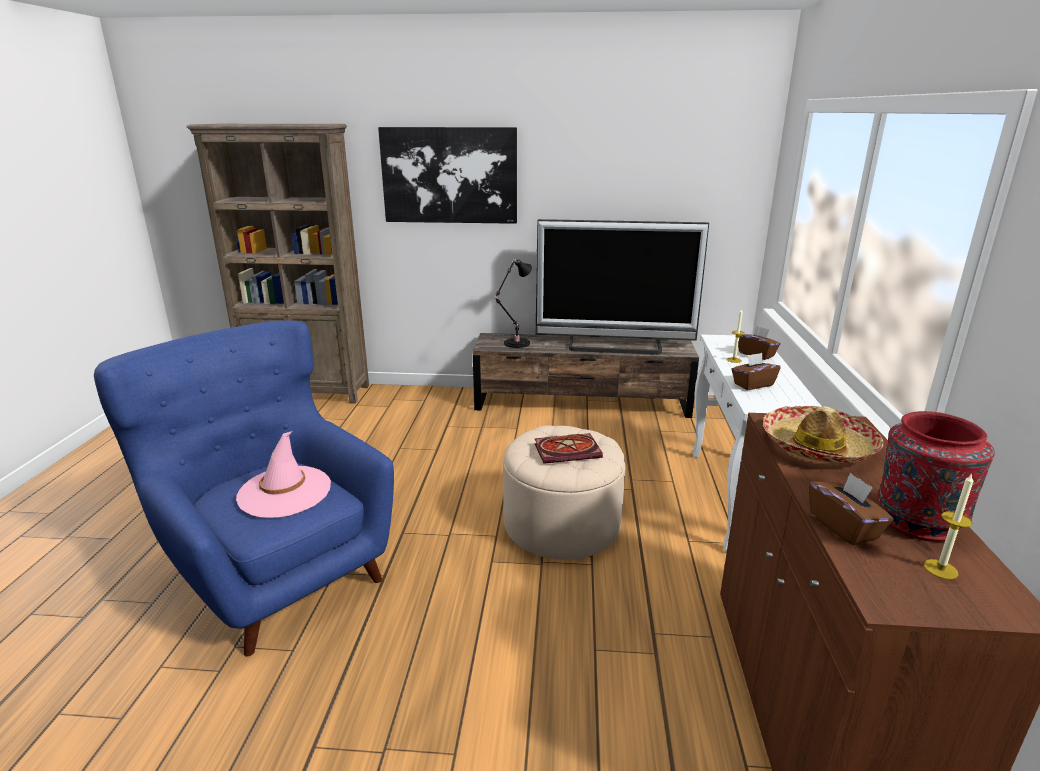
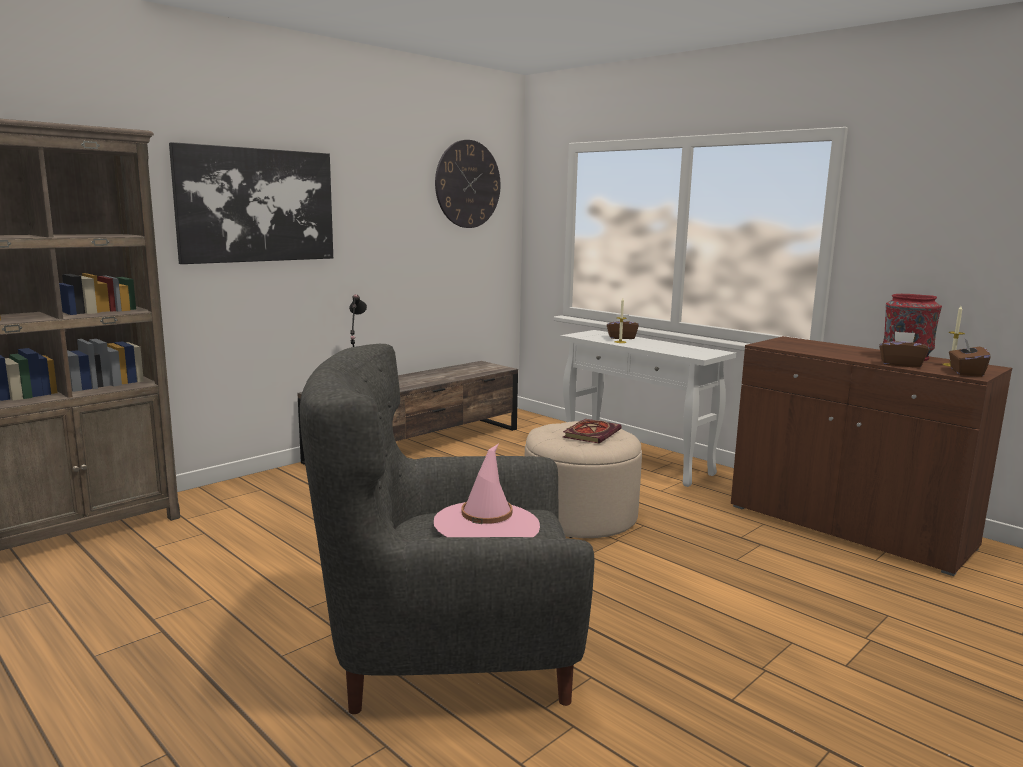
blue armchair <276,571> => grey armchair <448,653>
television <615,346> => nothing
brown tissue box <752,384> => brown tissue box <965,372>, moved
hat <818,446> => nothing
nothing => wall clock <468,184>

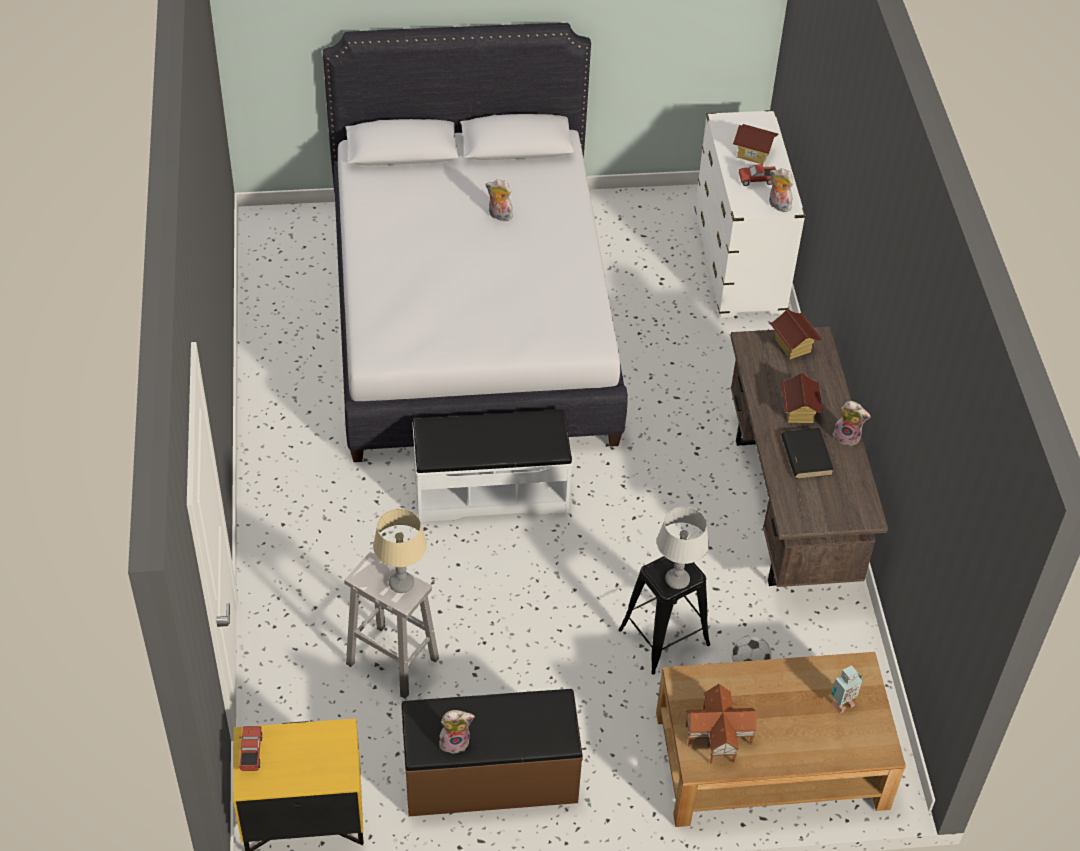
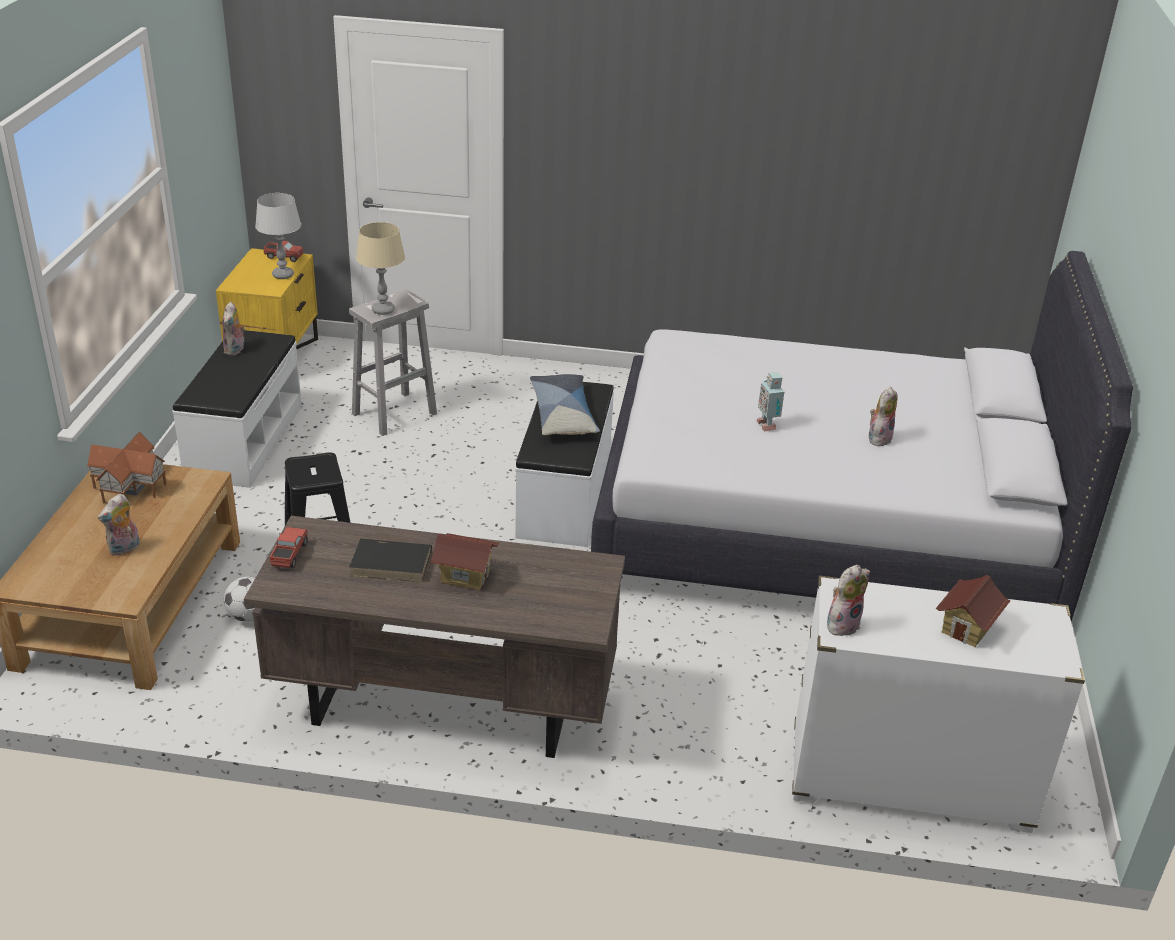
brown bench <490,778> => white bench <244,441>
grey table lamp <677,580> => grey table lamp <283,275>, moved
toy truck <757,180> => toy truck <289,555>, moved
toy house <792,346> => nothing
toy robot <841,703> => toy robot <767,425>, moved
plush toy <847,437> => plush toy <124,549>, moved
nothing => pillow <563,415>

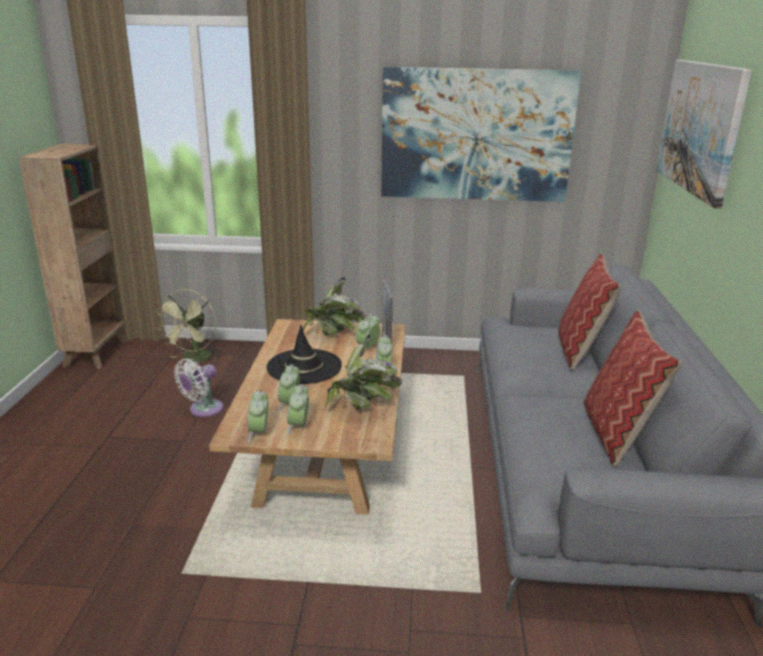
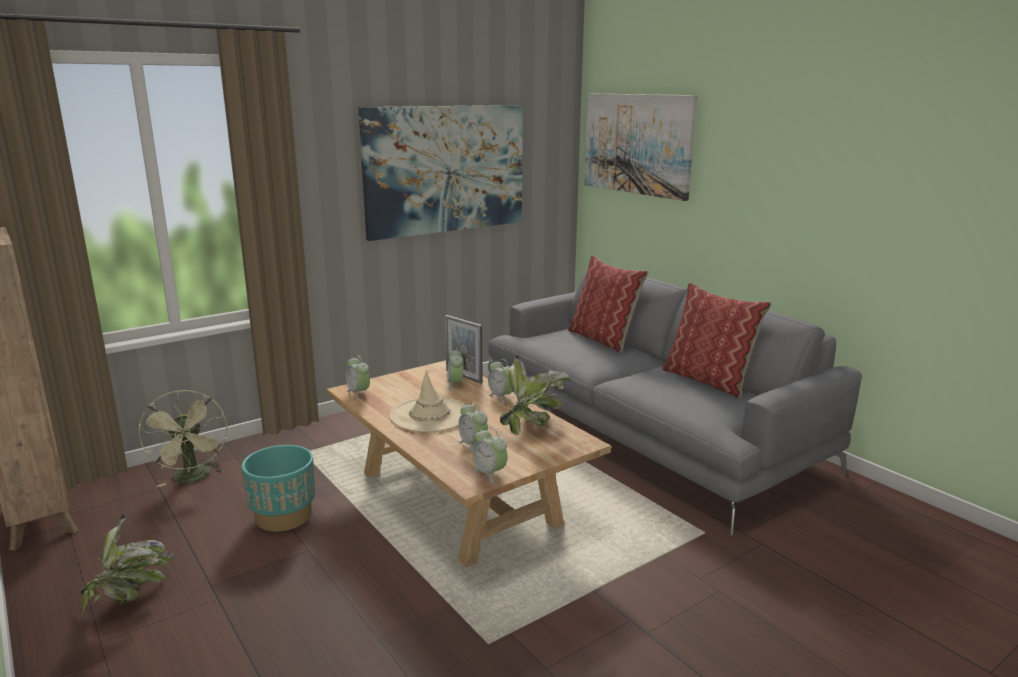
white fan <203,410> => turquoise planter <284,517>
black hat <304,367> => beige hat <430,415>
alarm clock <299,426> => alarm clock <358,393>, moved
potted plant <333,335> => potted plant <129,598>, moved

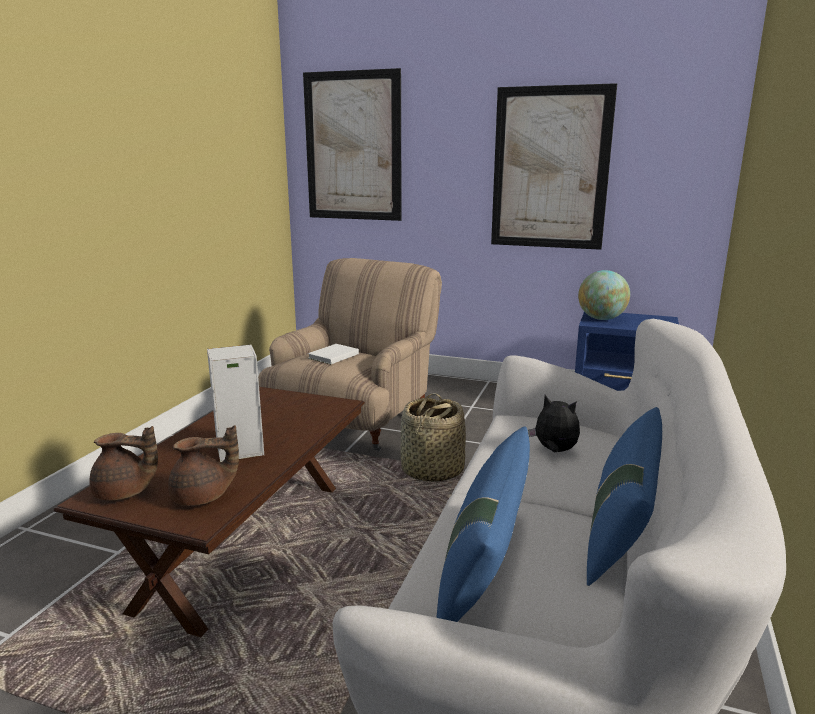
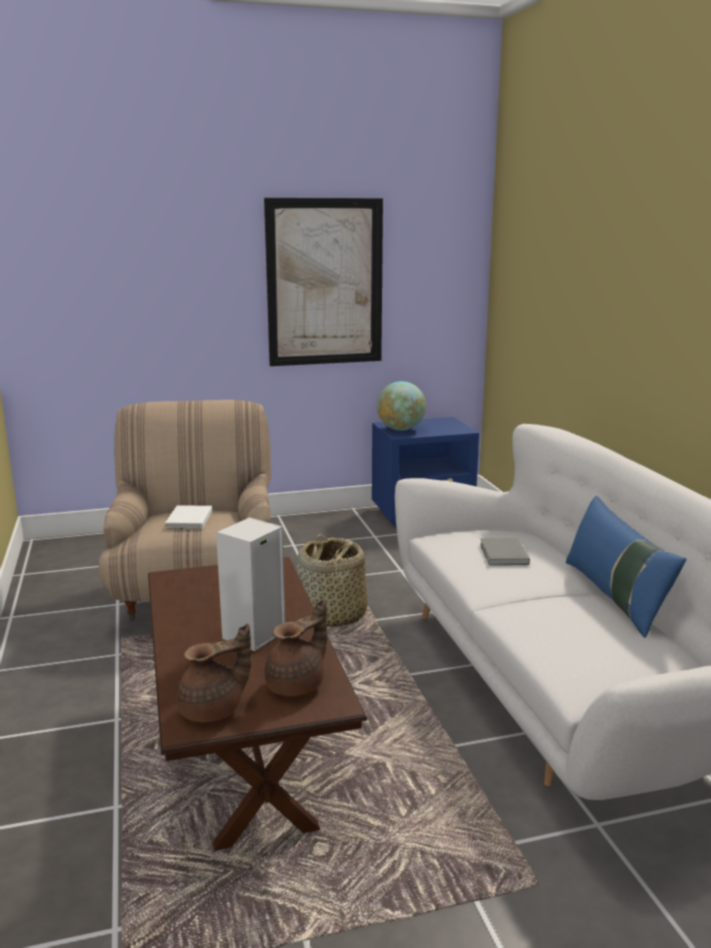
picture <353,147> => nothing
blue pillow <484,567> => nothing
plush toy <554,451> => grey book <503,554>

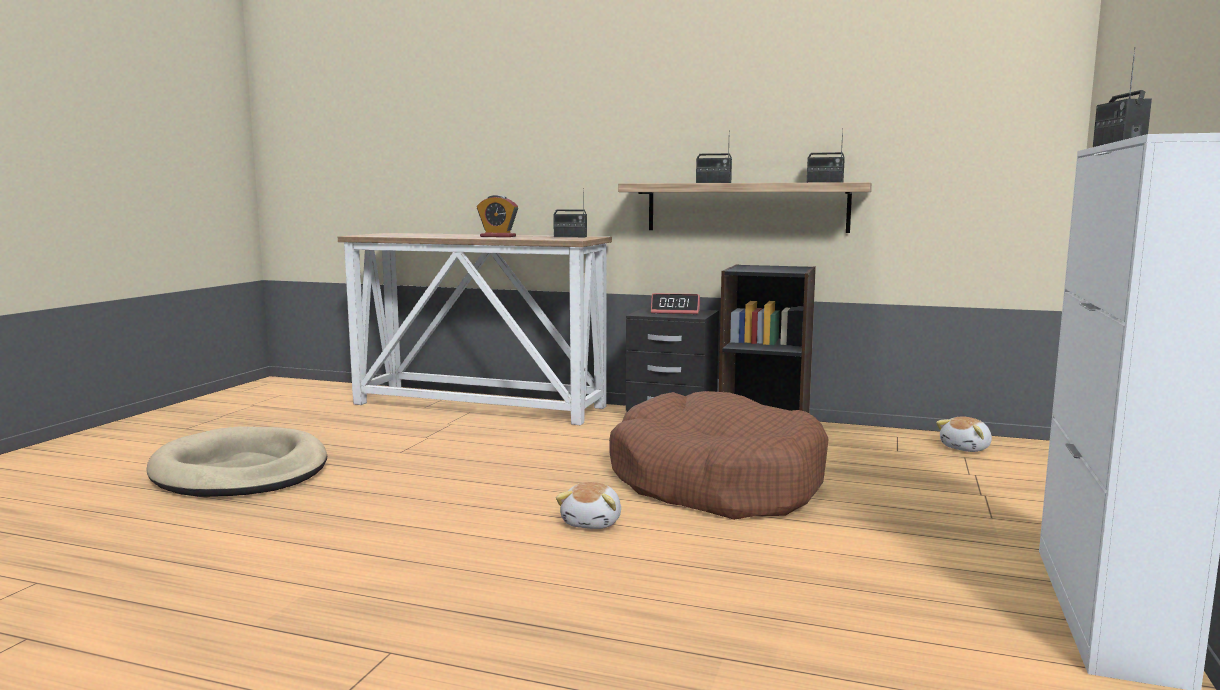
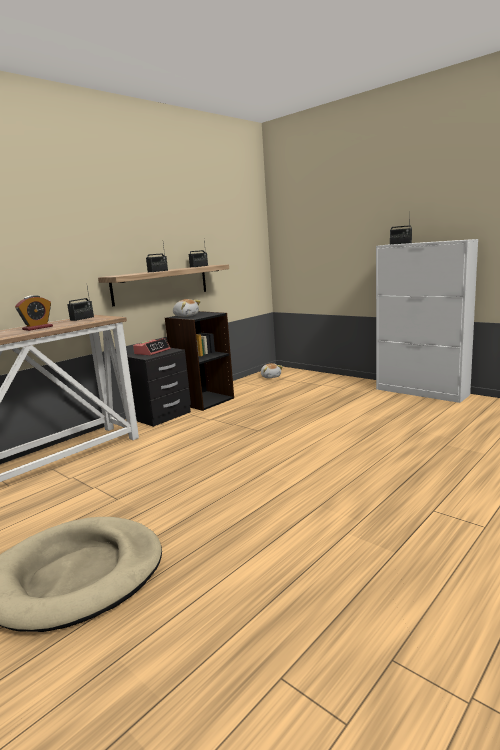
plush toy <593,522> => plush toy <186,316>, moved
brown dog bed <715,482> => nothing

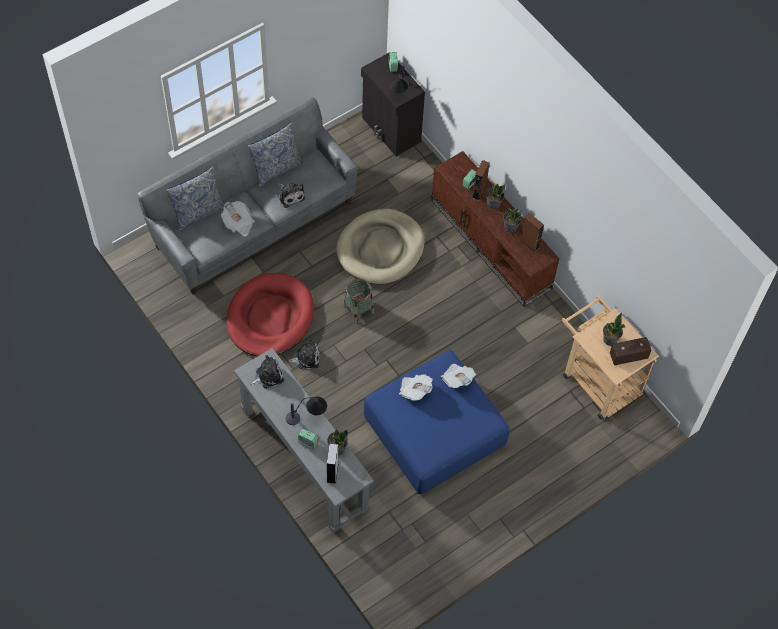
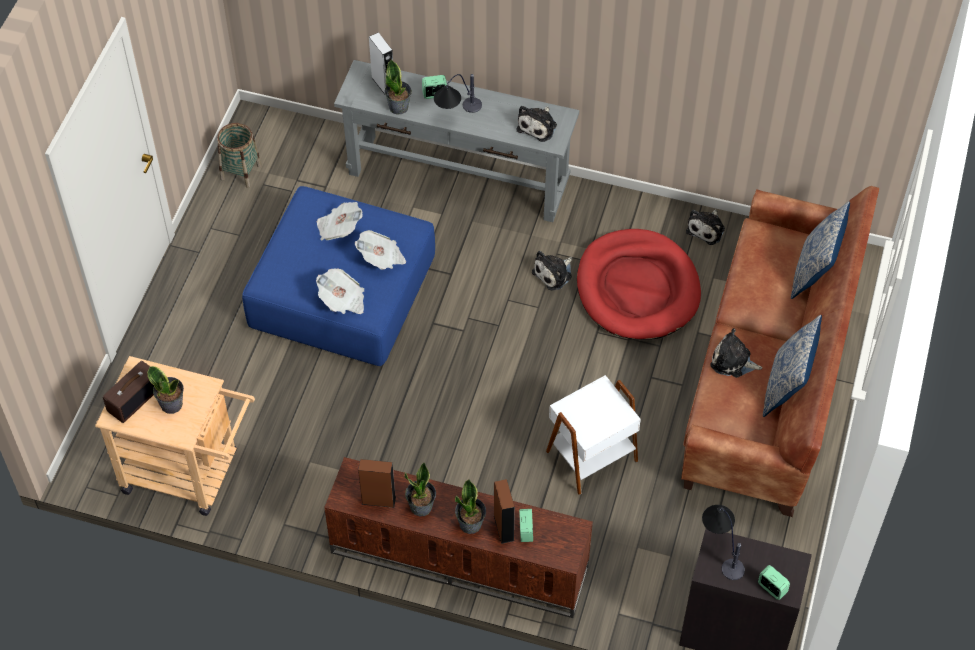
grey sofa <254,224> => brown sofa <768,379>
newspaper <238,223> => newspaper <339,229>, moved
beige dog bed <380,249> => white side table <590,455>
basket <358,309> => basket <241,172>, moved
nothing => plush toy <707,229>

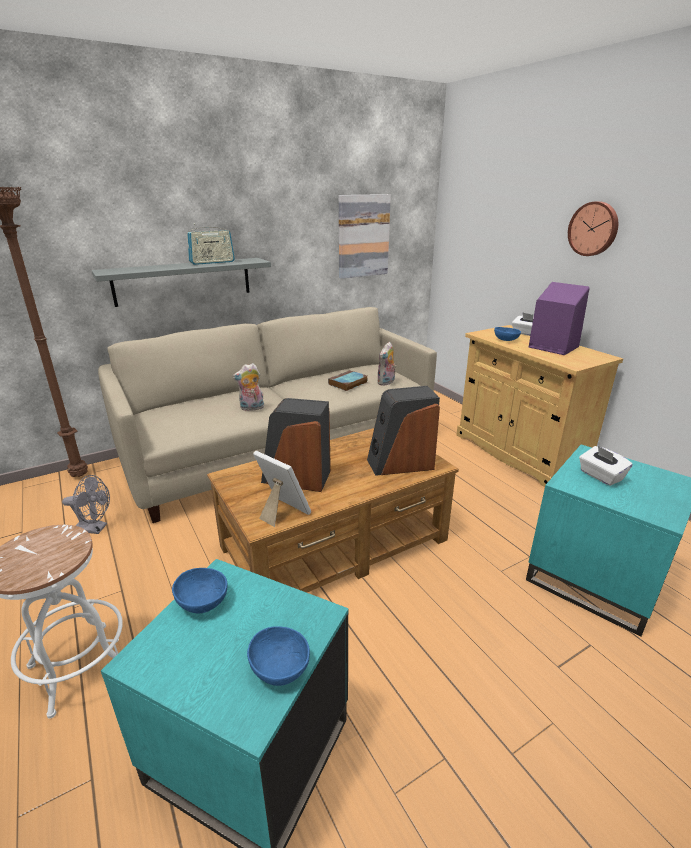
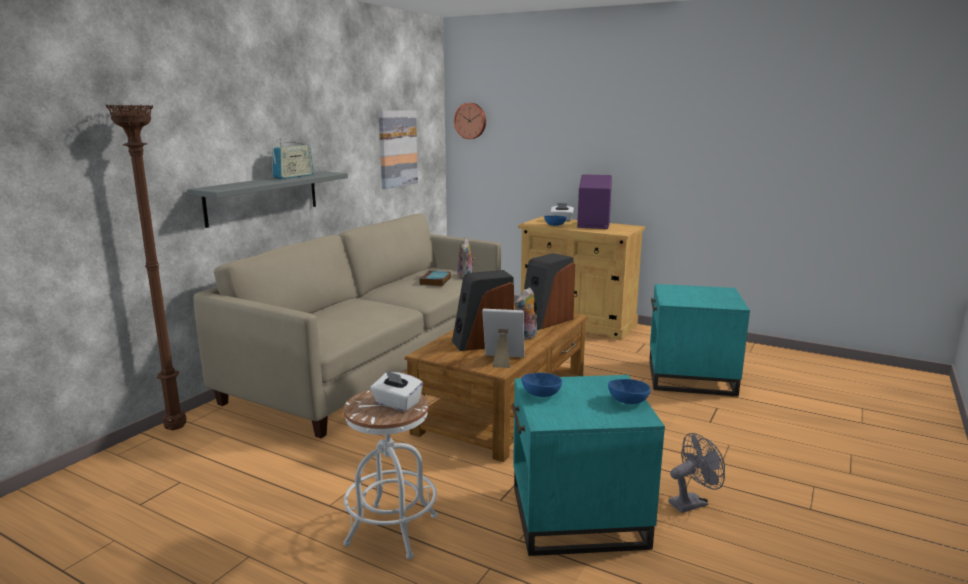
grey fan <95,528> => grey fan <692,502>, moved
plush toy <251,408> => plush toy <526,337>, moved
wall clock <594,229> => wall clock <470,121>, moved
white tissue box <600,476> => white tissue box <397,404>, moved

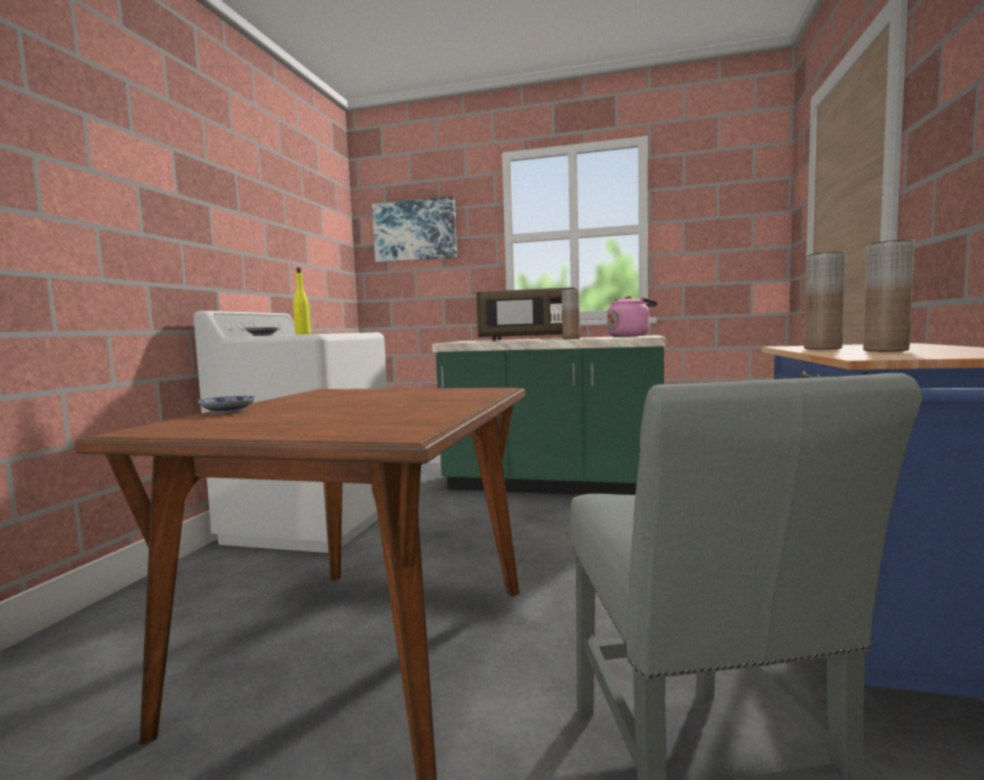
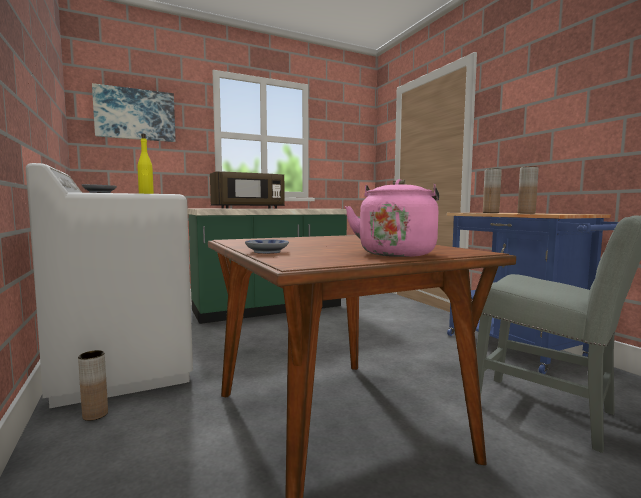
brown vase <571,338> => brown vase <95,414>, moved
pink kettle <630,336> => pink kettle <397,253>, moved

